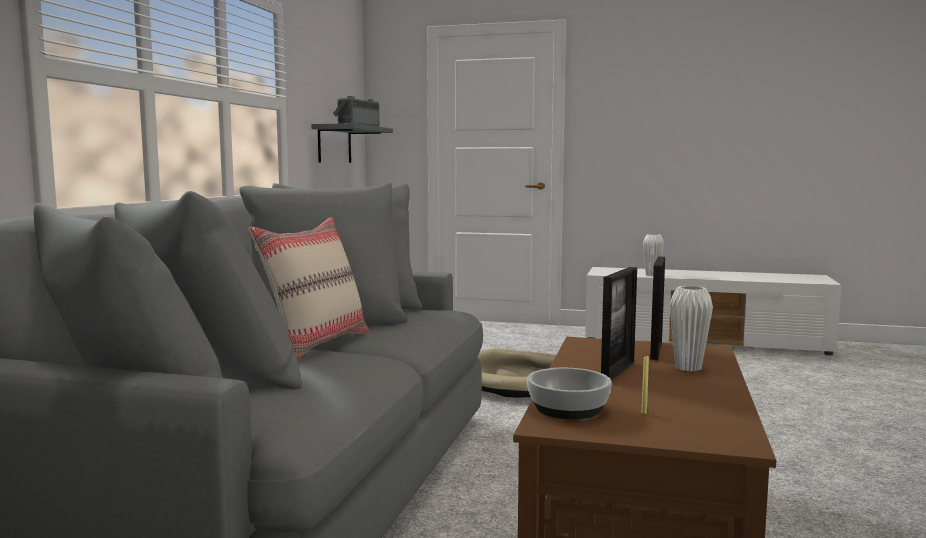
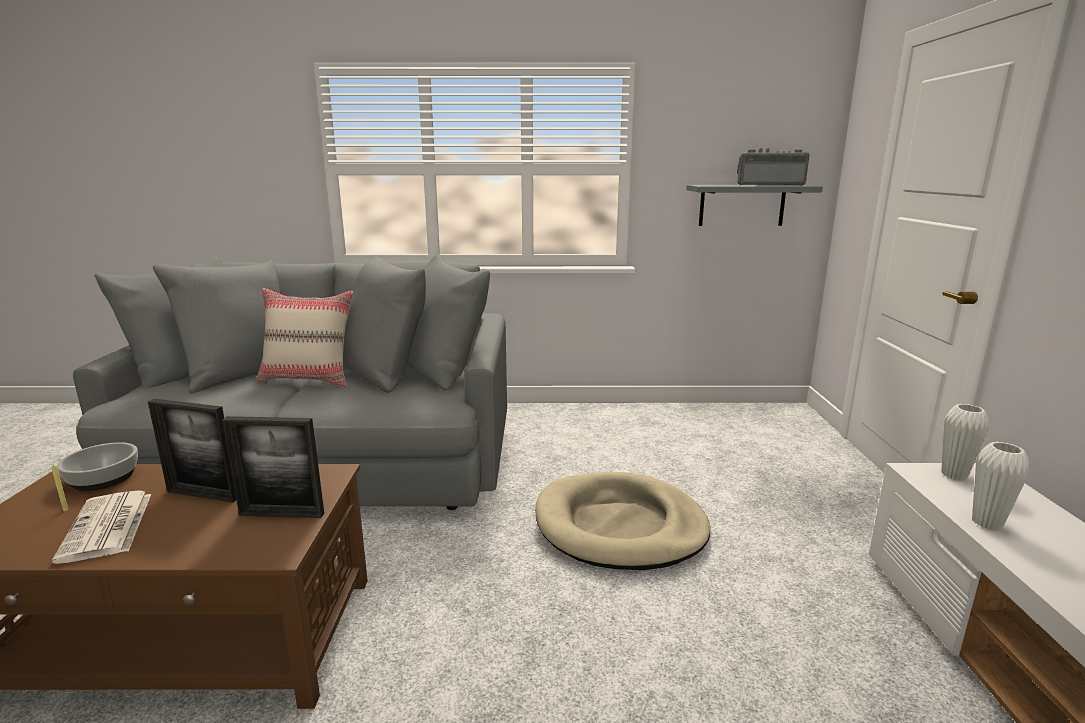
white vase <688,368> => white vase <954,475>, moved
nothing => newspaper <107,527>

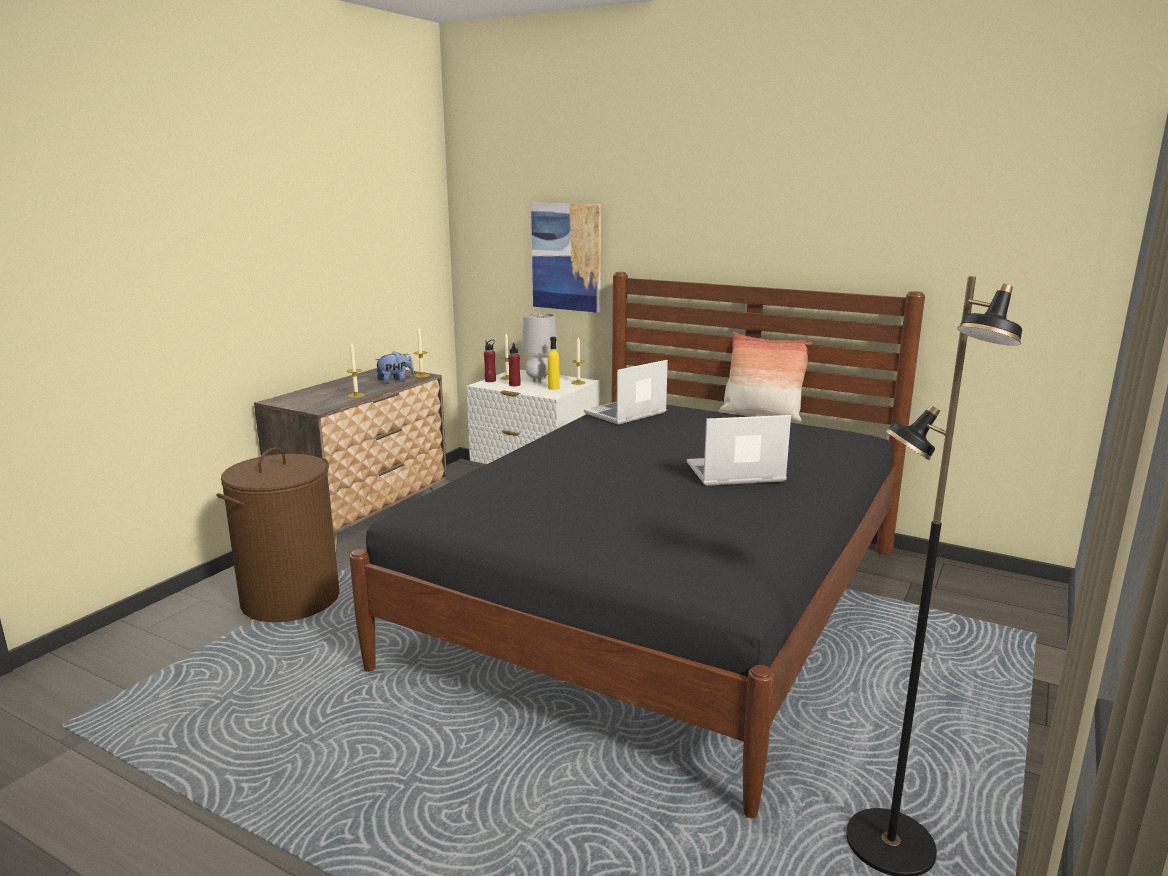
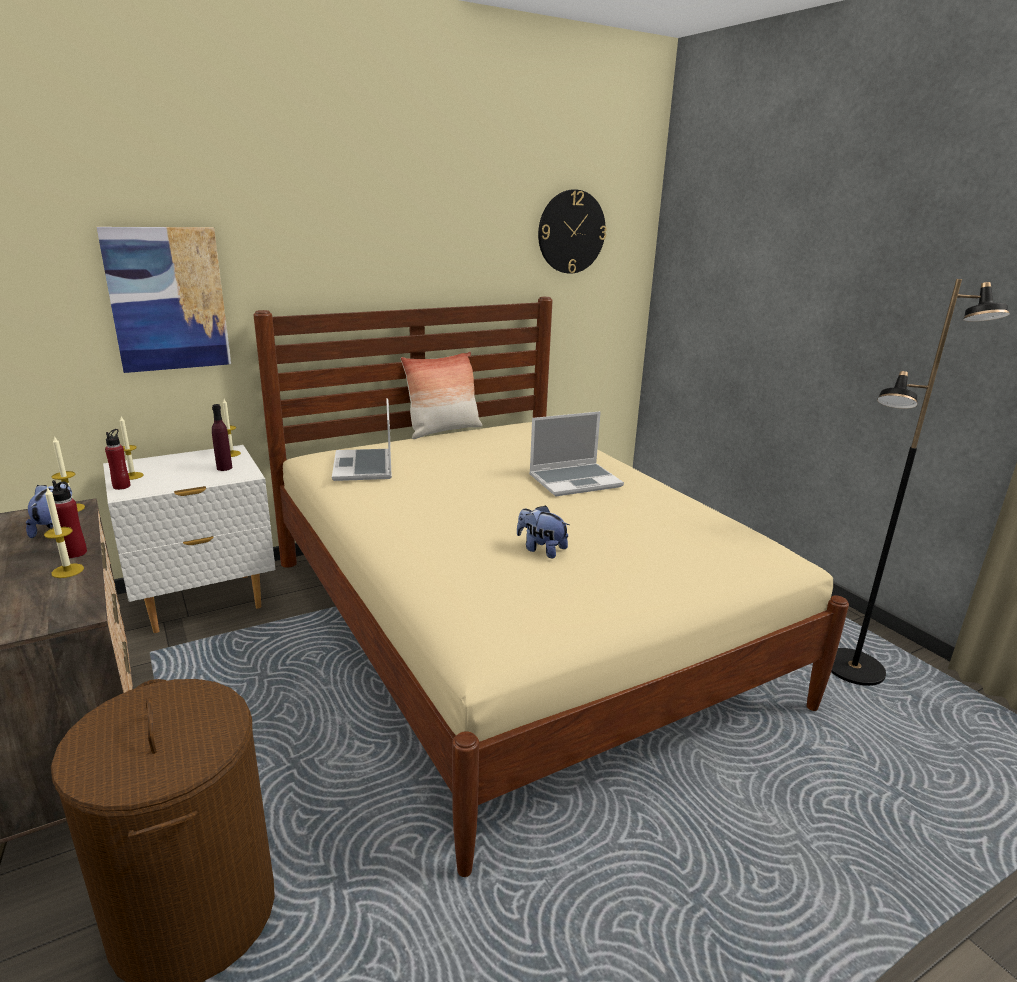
black bed <661,603> => beige bed <512,626>
red bottle <514,385> => red bottle <75,553>, moved
grey table lamp <540,380> => nothing
yellow bottle <553,388> => purple bottle <224,468>
laptop <734,473> => laptop <575,481>, 135 degrees counterclockwise
nothing => plush toy <541,549>
nothing => wall clock <571,232>

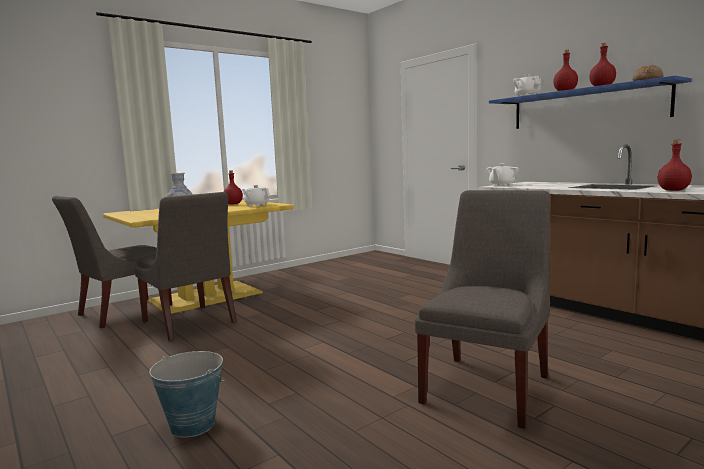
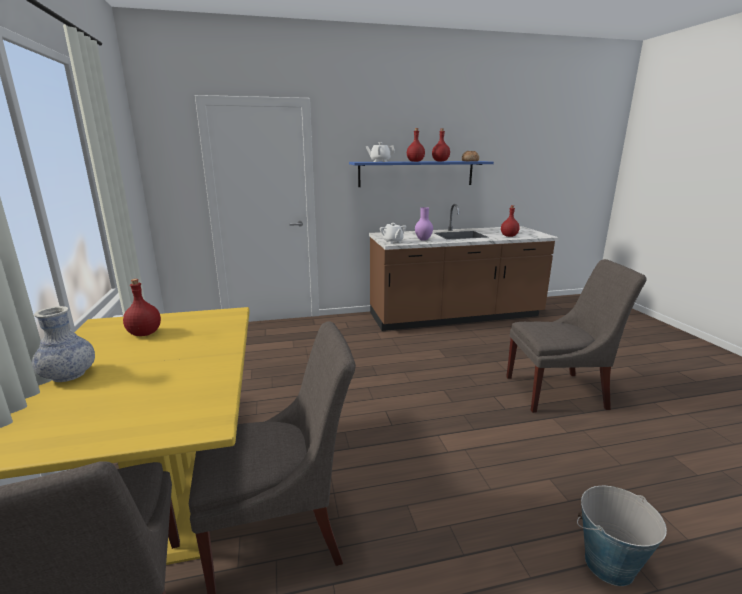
white teapot <256,205> => nothing
grey chair <488,386> => grey chair <559,392>, 120 degrees clockwise
nothing => purple vase <423,240>

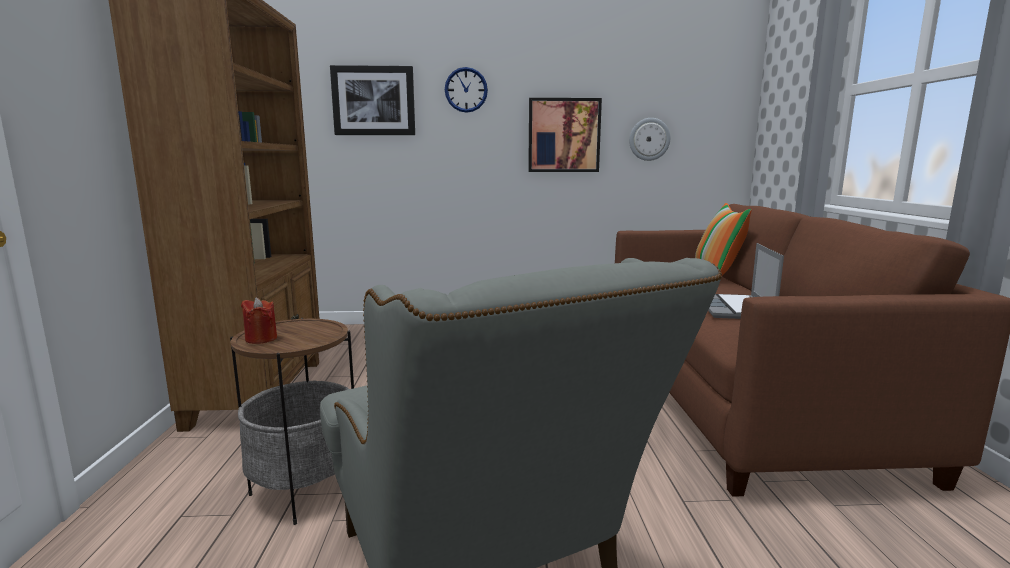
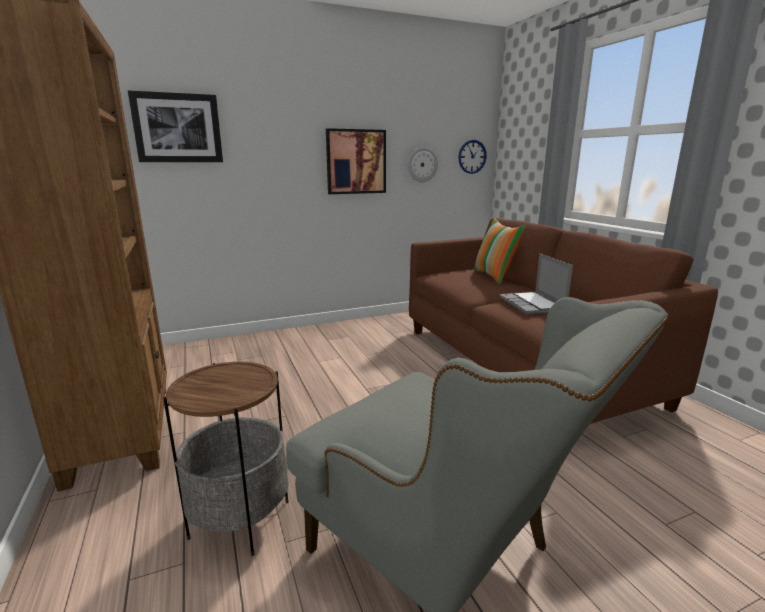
red candle <261,339> => nothing
wall clock <466,90> => wall clock <472,156>, moved

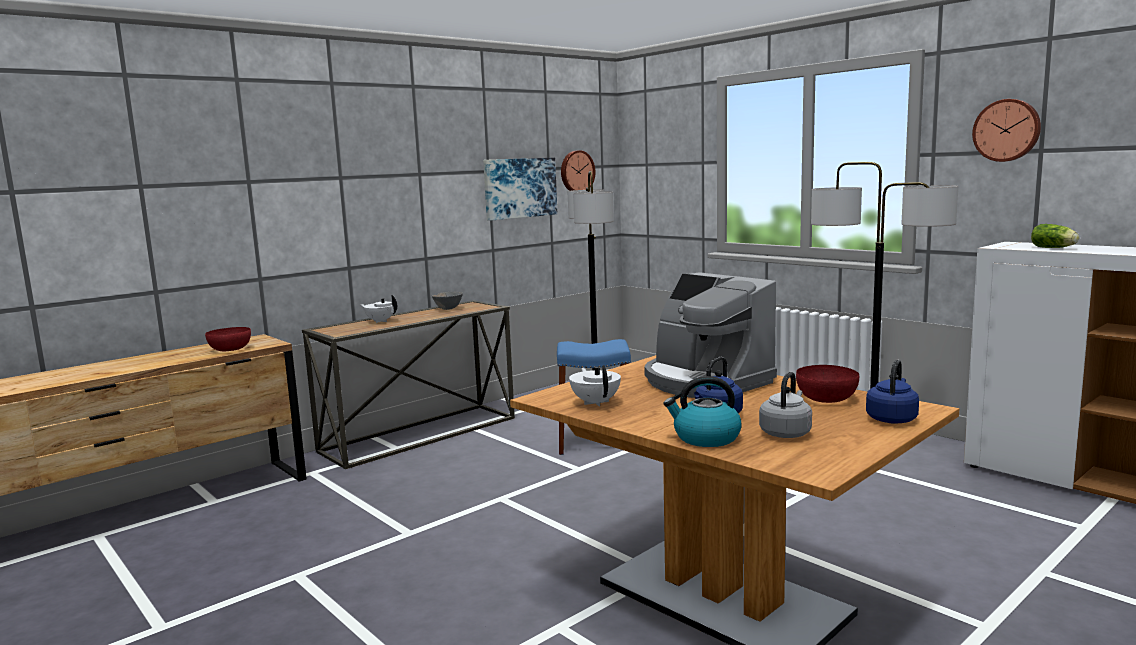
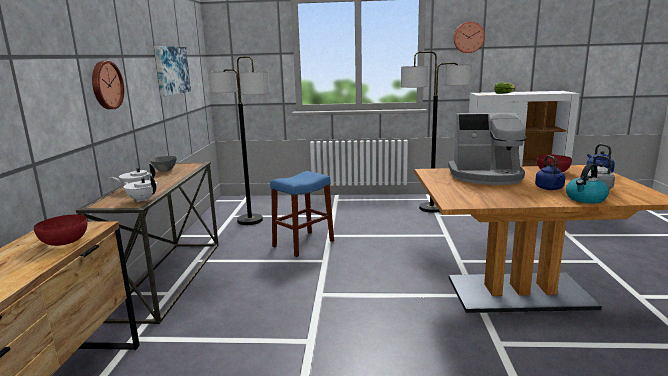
wall clock <576,172> => wall clock <106,85>, moved
white teapot <596,402> => white teapot <142,200>, moved

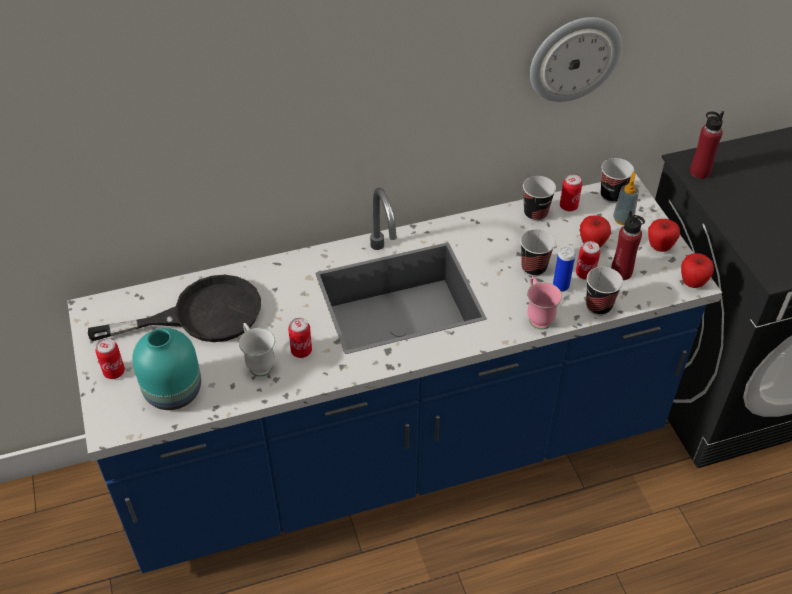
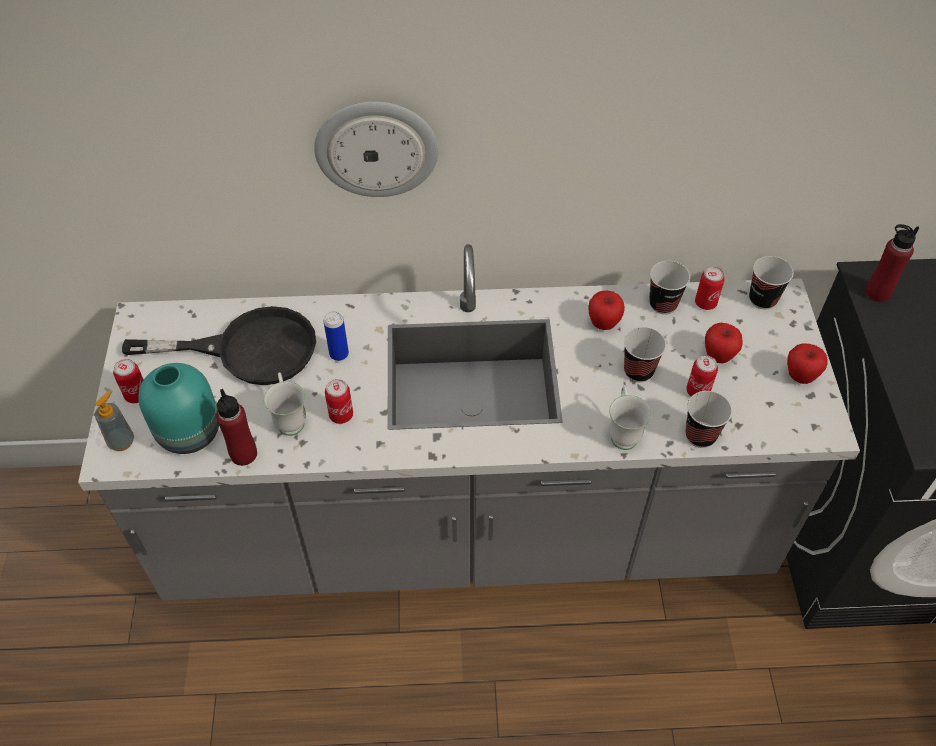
blue counter <396,456> => grey counter <468,532>
pink mug <537,316> => white mug <623,432>
wall clock <574,58> => wall clock <376,148>, moved
can <560,286> => can <339,354>, moved
red bottle <621,272> => red bottle <243,454>, moved
soap dispenser <623,219> => soap dispenser <121,441>, moved
apple <692,283> => apple <603,323>, moved

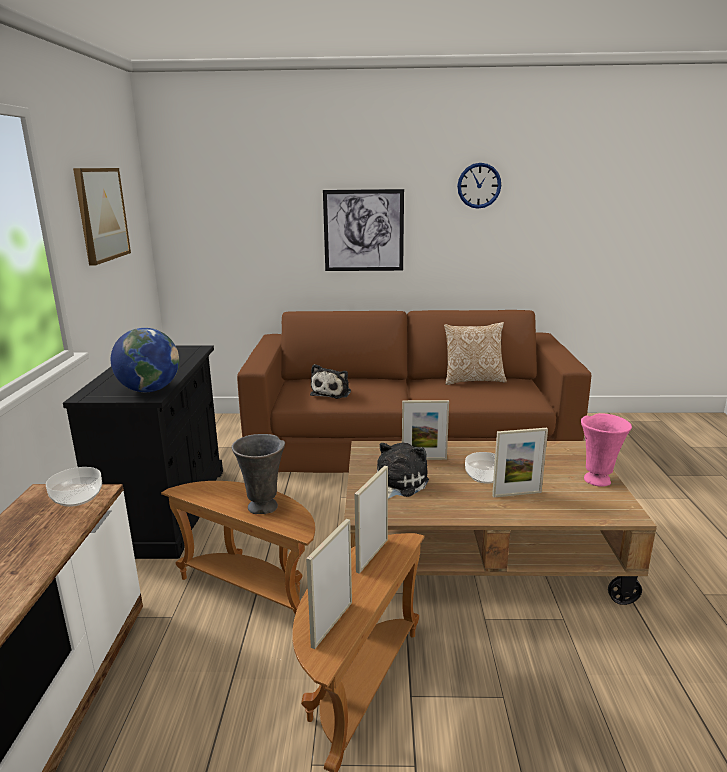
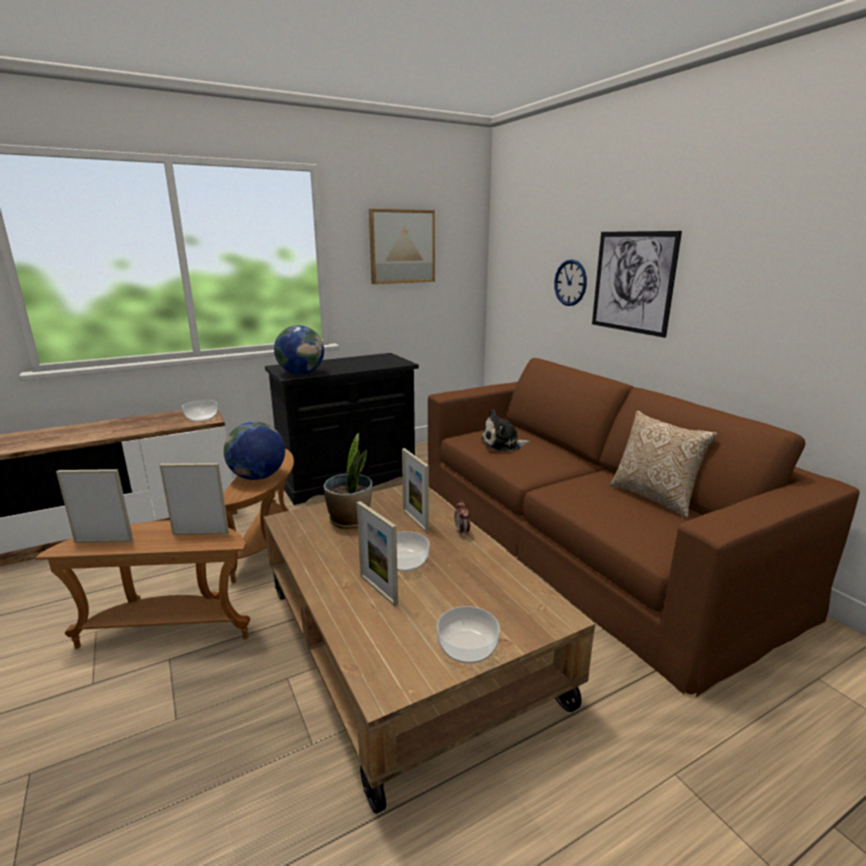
grey vase <263,508> => globe <258,477>
plush toy <397,484> => potted plant <350,520>
wall clock <479,185> => wall clock <570,283>, moved
pink vase <598,480> => bowl <468,647>
nothing => alarm clock <462,532>

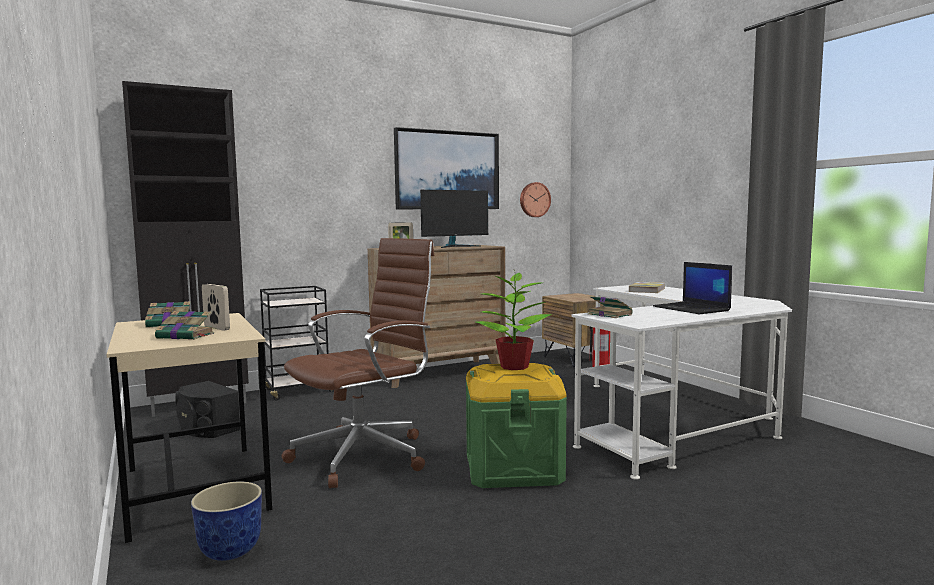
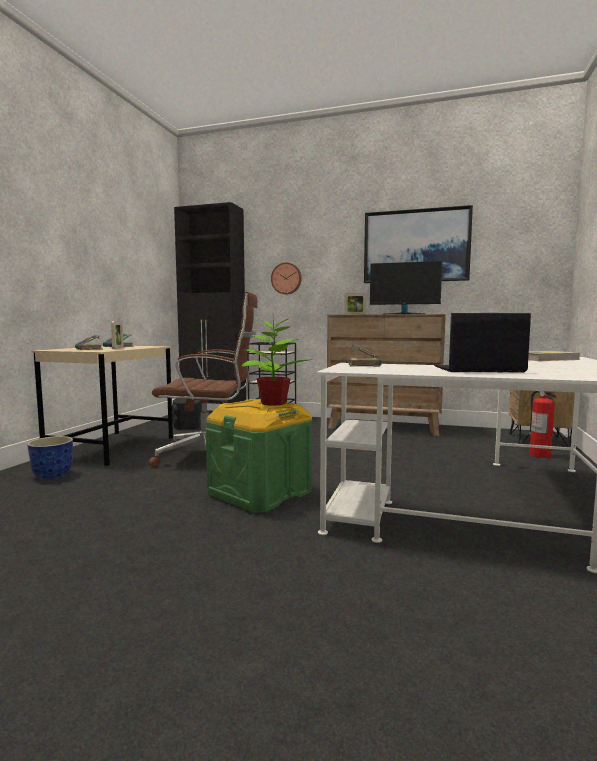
wall clock <534,199> => wall clock <286,278>, moved
laptop <692,309> => laptop <477,369>, 75 degrees clockwise

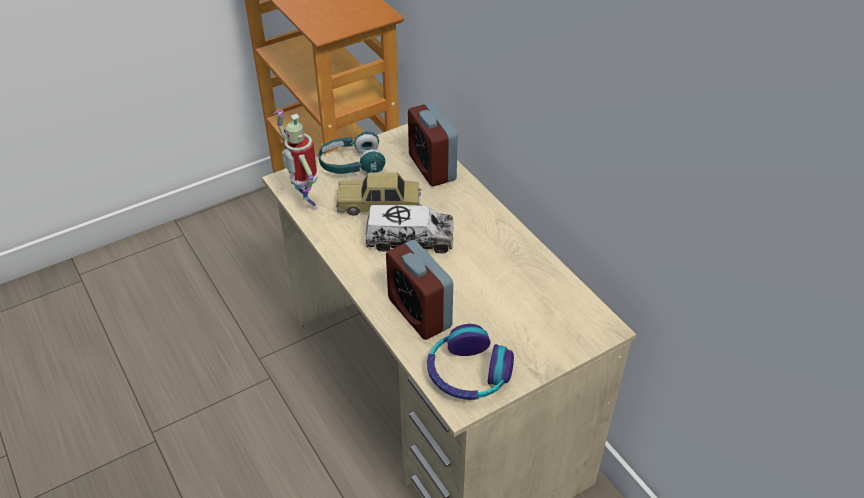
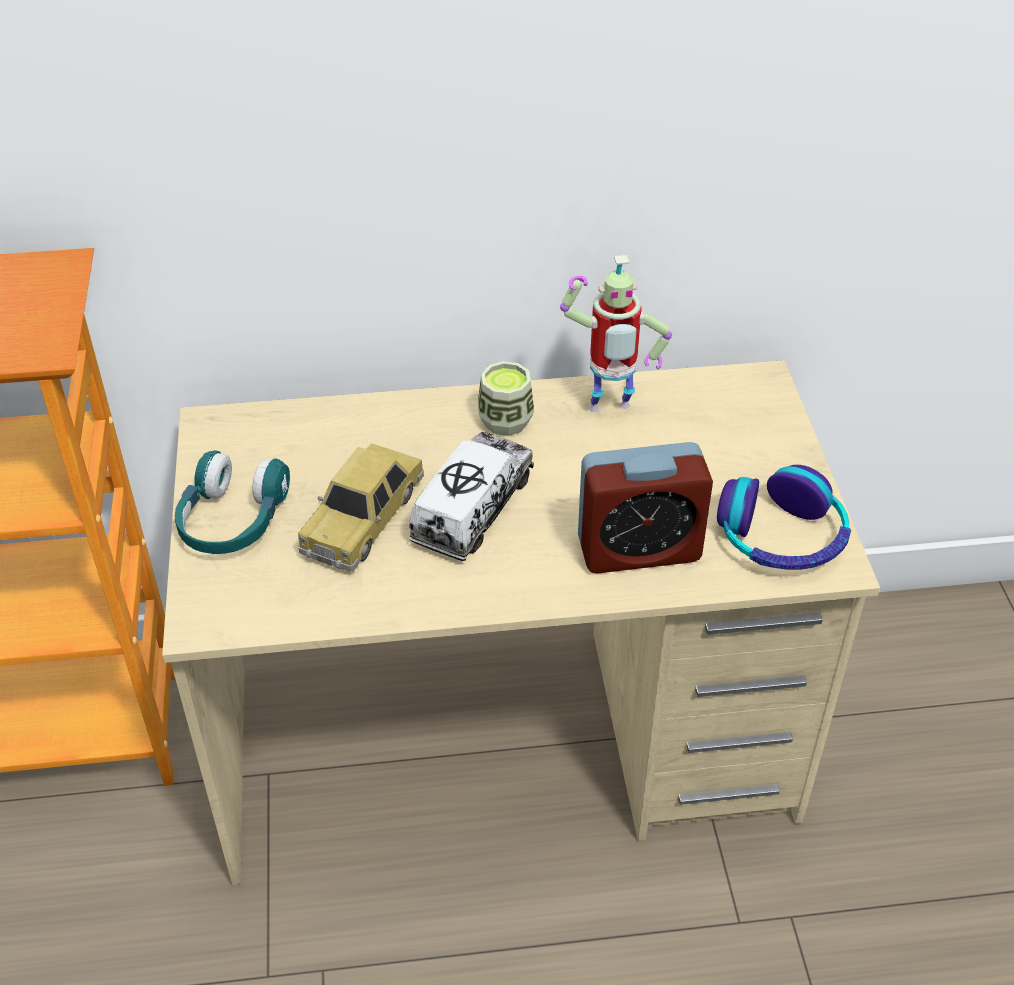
toy robot <306,203> => toy robot <609,411>, moved
alarm clock <432,167> => nothing
nothing => cup <505,421>

